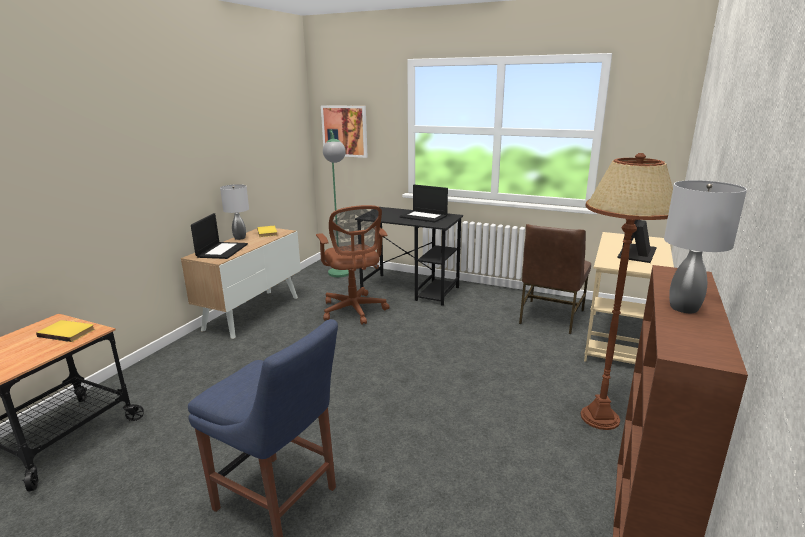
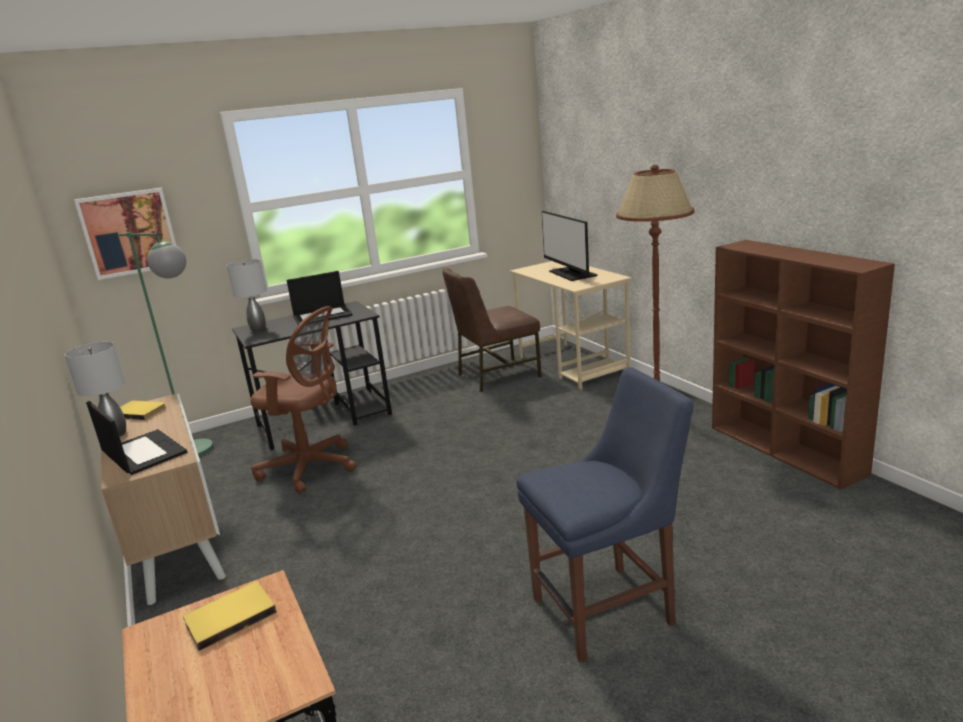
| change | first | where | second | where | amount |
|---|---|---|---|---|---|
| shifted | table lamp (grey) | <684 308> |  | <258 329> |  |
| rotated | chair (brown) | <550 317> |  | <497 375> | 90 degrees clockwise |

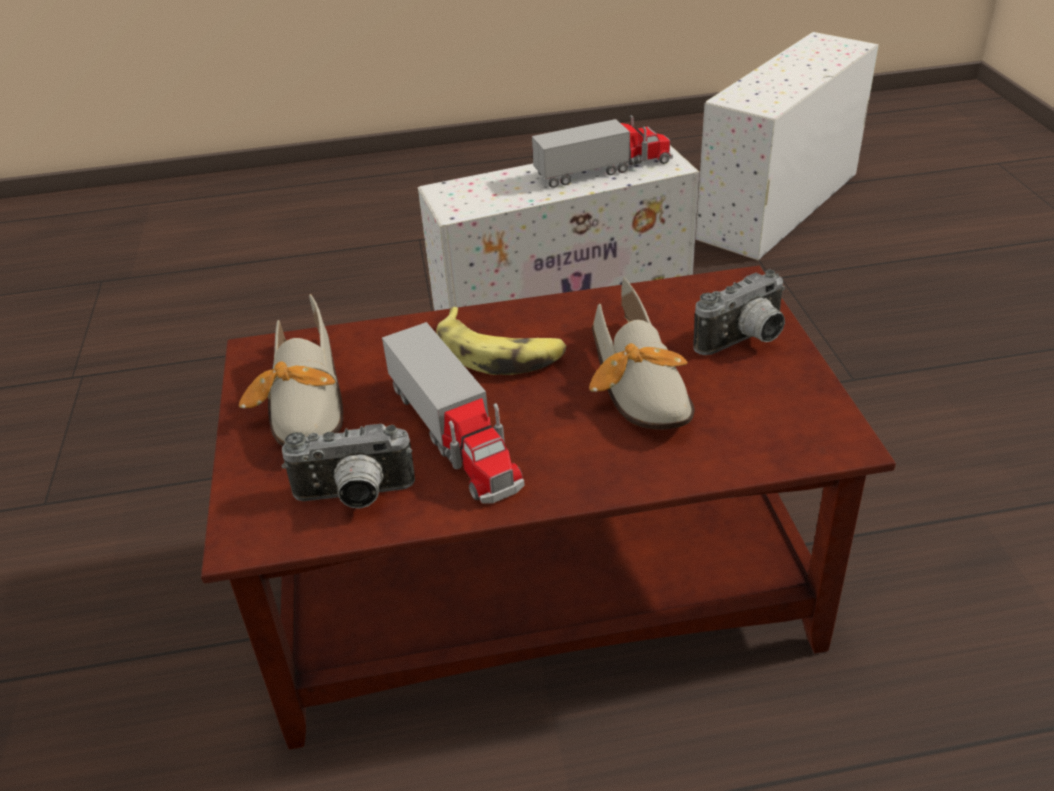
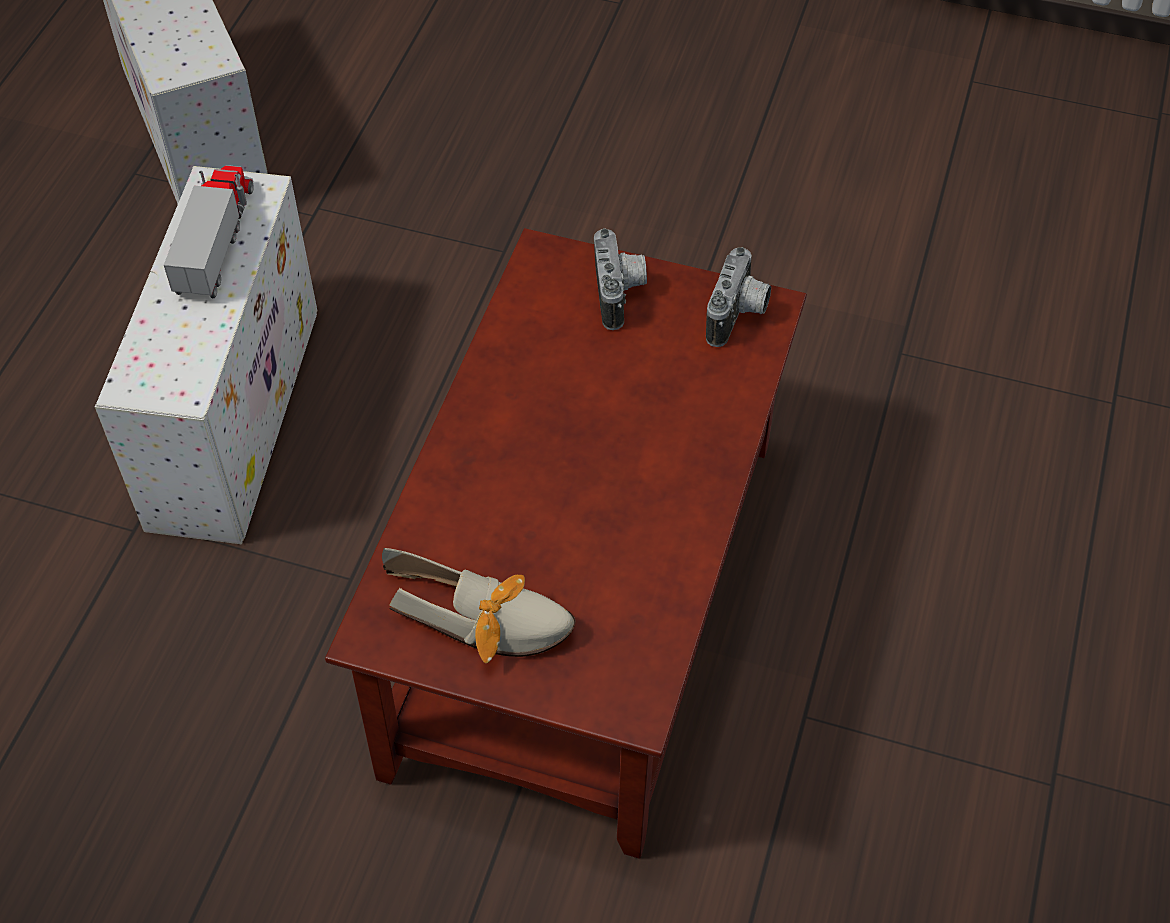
| change | first | where | second | where | amount |
|---|---|---|---|---|---|
| shifted | photo camera | <354 497> |  | <739 315> |  |
| gone | toy truck | <455 435> |  |  |  |
| gone | banana | <500 353> |  |  |  |
| gone | shoe | <641 387> |  |  |  |

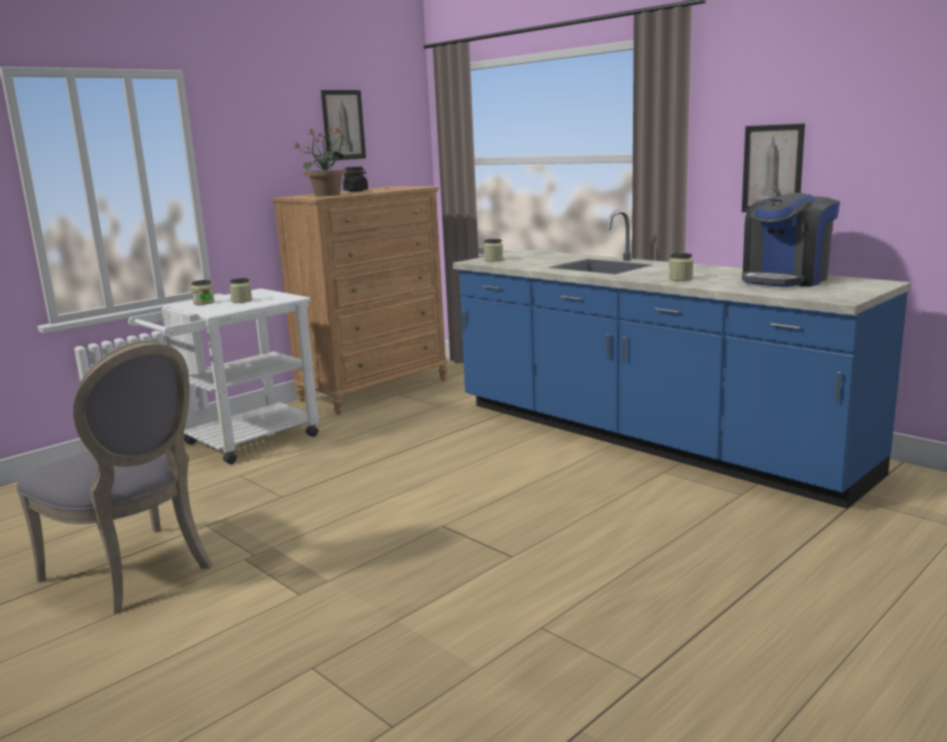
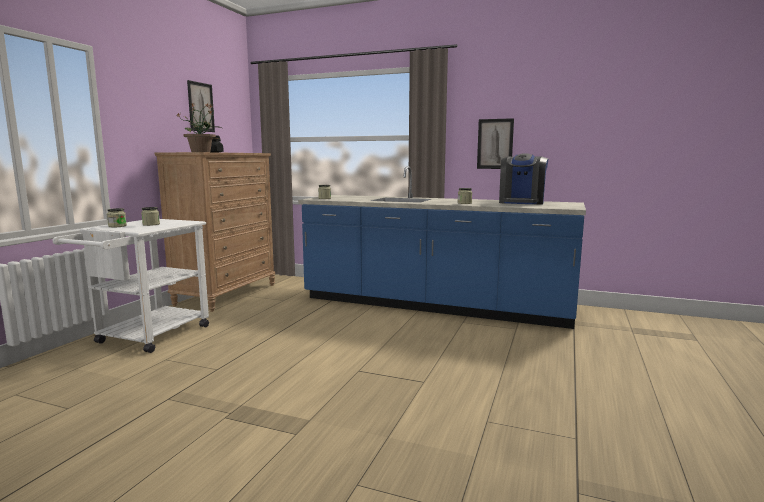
| change | first | where | second | where | amount |
|---|---|---|---|---|---|
| gone | chair (grey) | <136 572> |  |  |  |

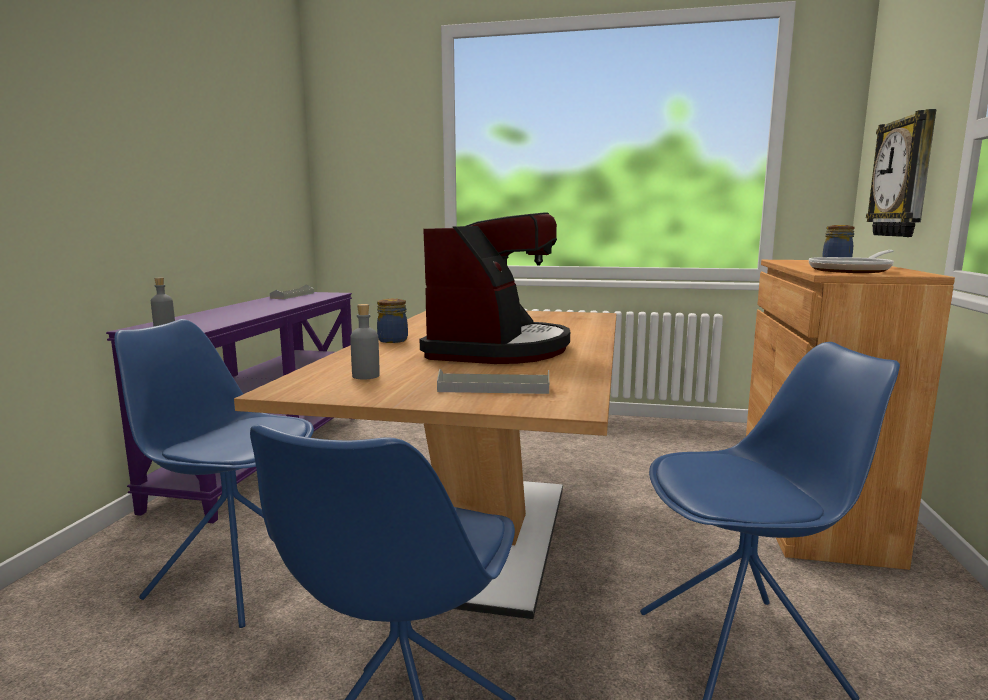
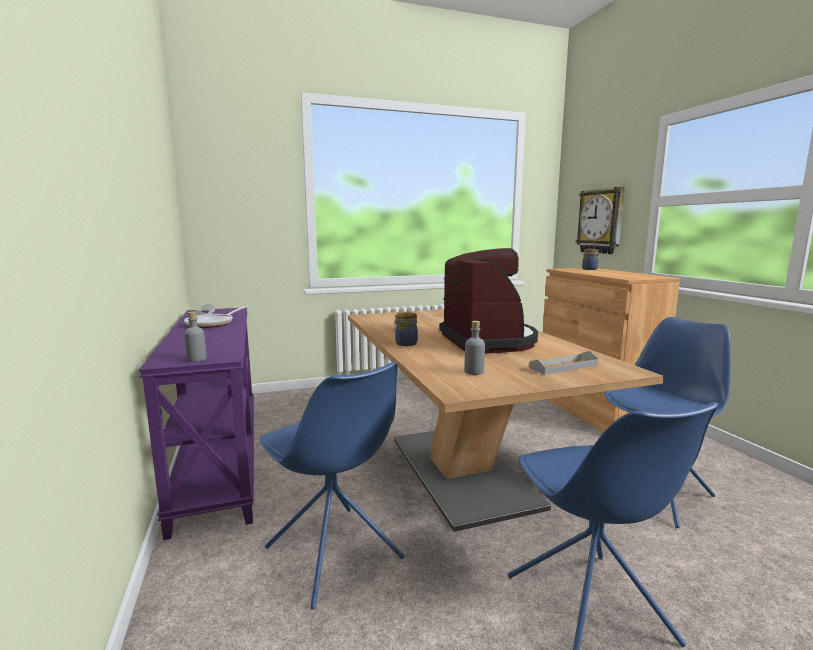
| change | first | where | second | where | amount |
|---|---|---|---|---|---|
| shifted | frying pan | <853 270> |  | <213 323> |  |
| rotated | chair (blue) | <236 577> |  | <334 555> | 120 degrees counterclockwise |

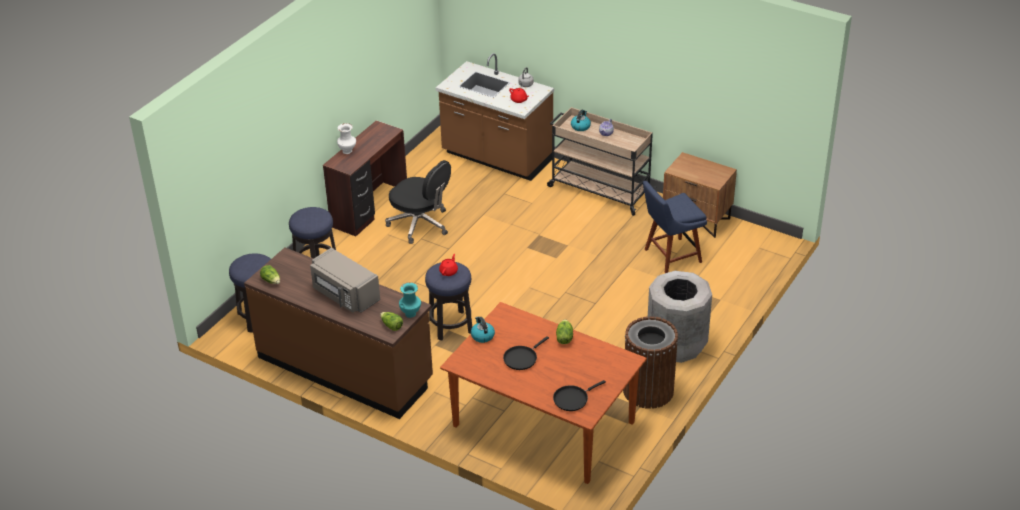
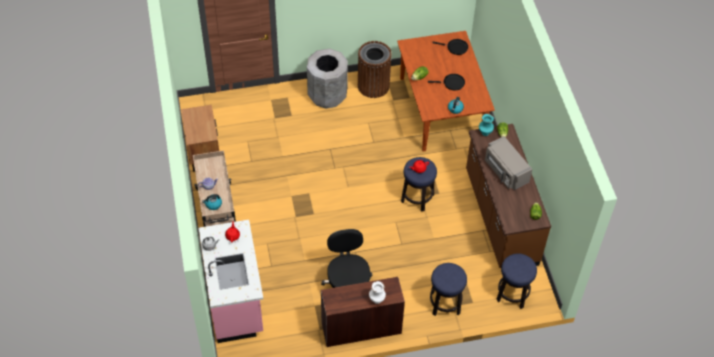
| change | first | where | second | where | amount |
|---|---|---|---|---|---|
| repainted | counter (brown) | <496 158> | counter (pink) | <235 300> |  |
| rotated | microwave (grey) | <345 295> |  | <505 171> | 150 degrees clockwise |
| gone | chair (blue) | <670 256> |  |  |  |

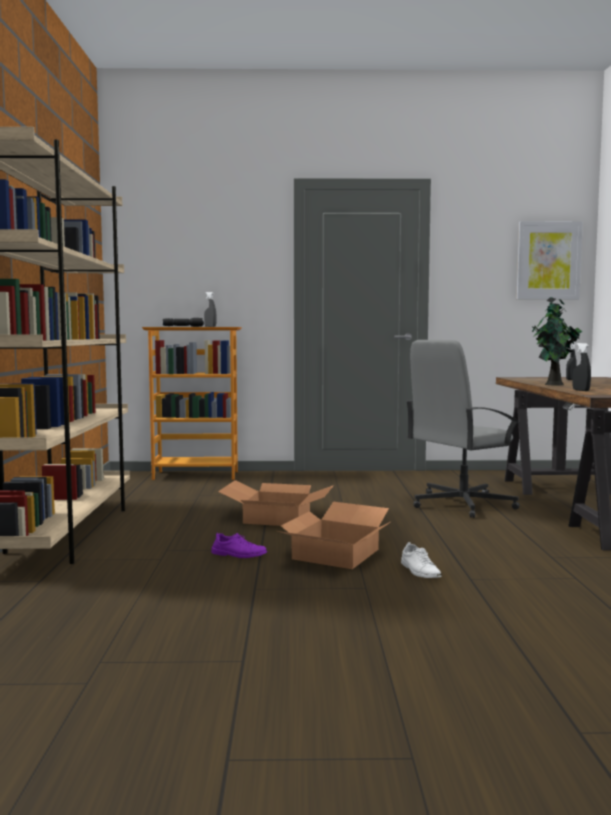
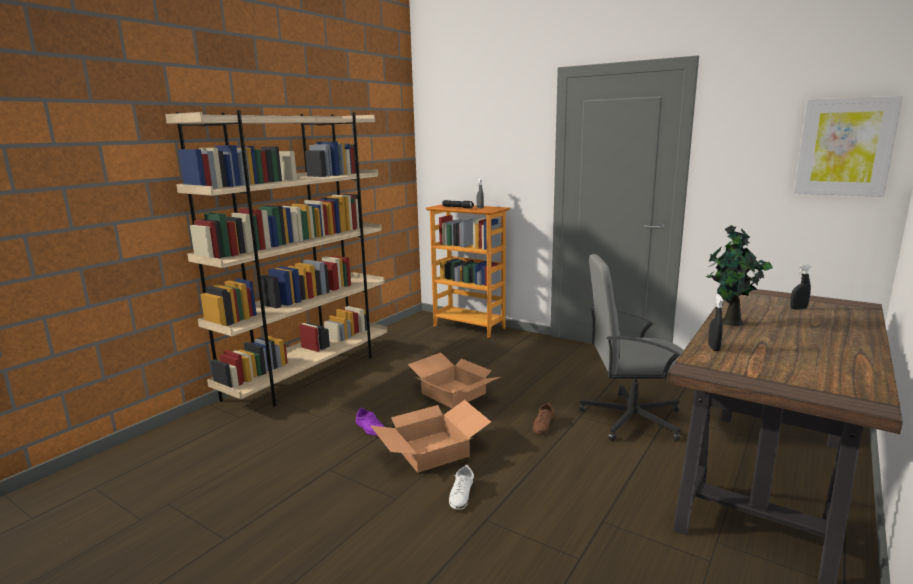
| change | first | where | second | where | amount |
|---|---|---|---|---|---|
| new |  |  | shoe (brown) | <543 425> |  |

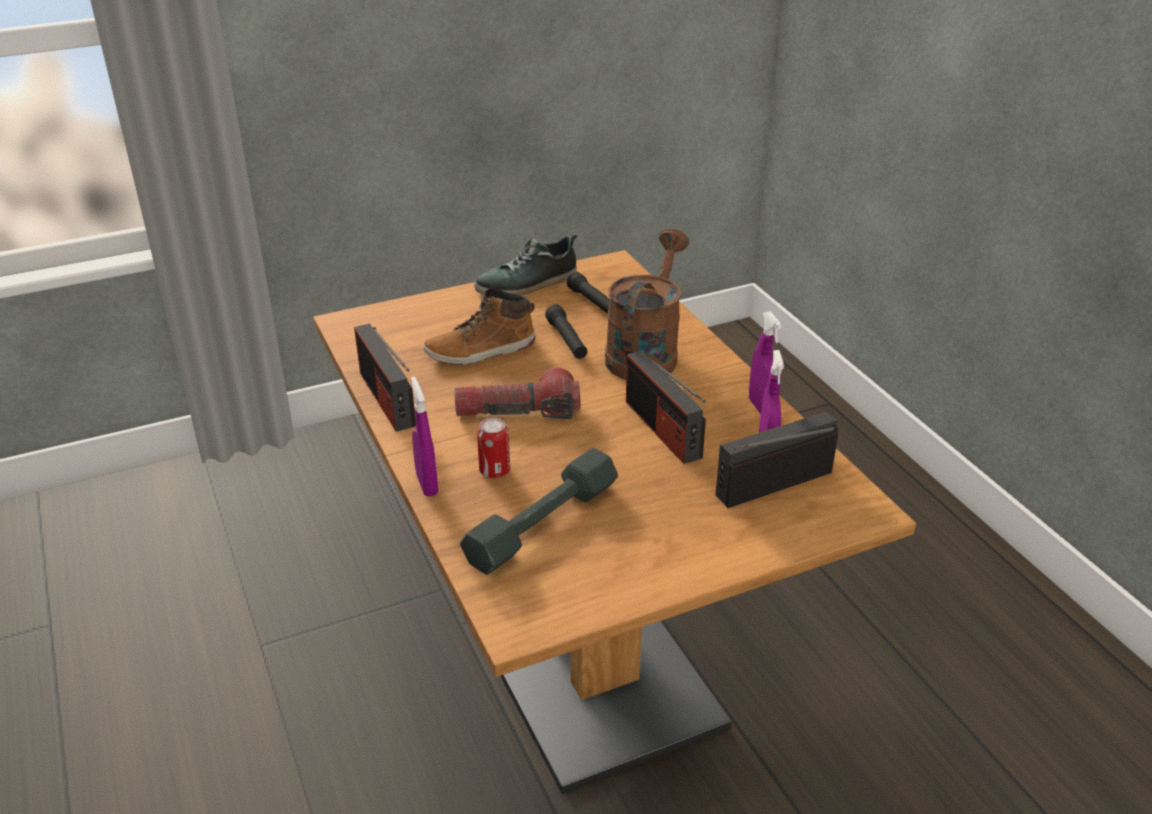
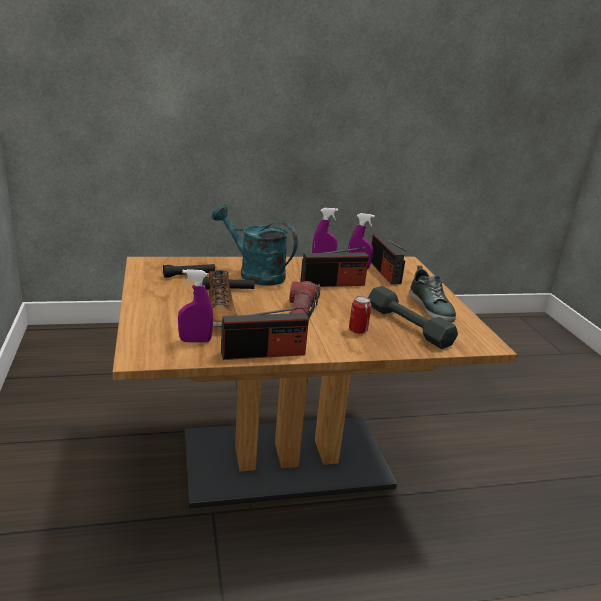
| change | first | where | second | where | amount |
|---|---|---|---|---|---|
| shifted | spray bottle (purple) | <427 484> |  | <195 341> |  |
| repainted | watering can (brown) | <645 352> | watering can (turquoise) | <255 273> |  |
| shifted | shoe | <527 283> |  | <431 307> |  |

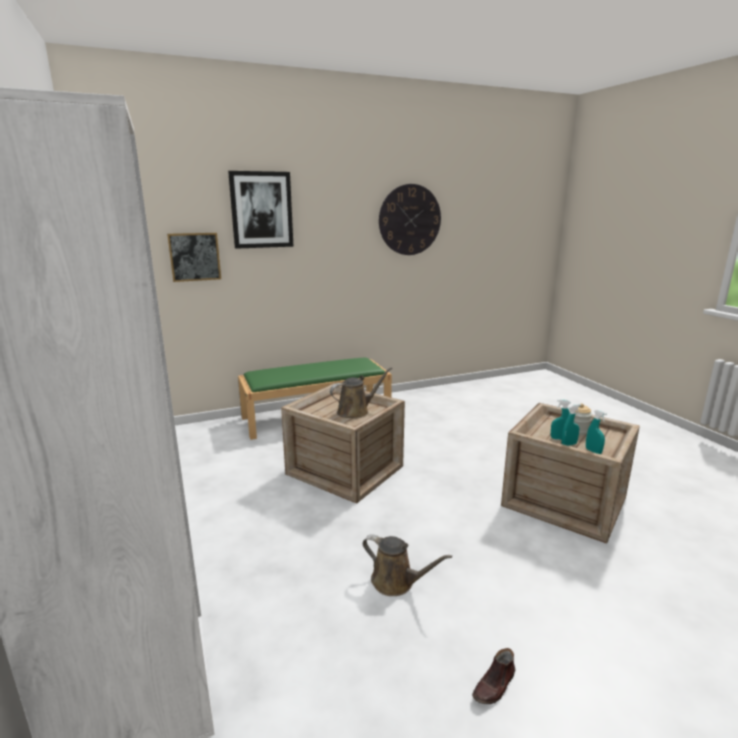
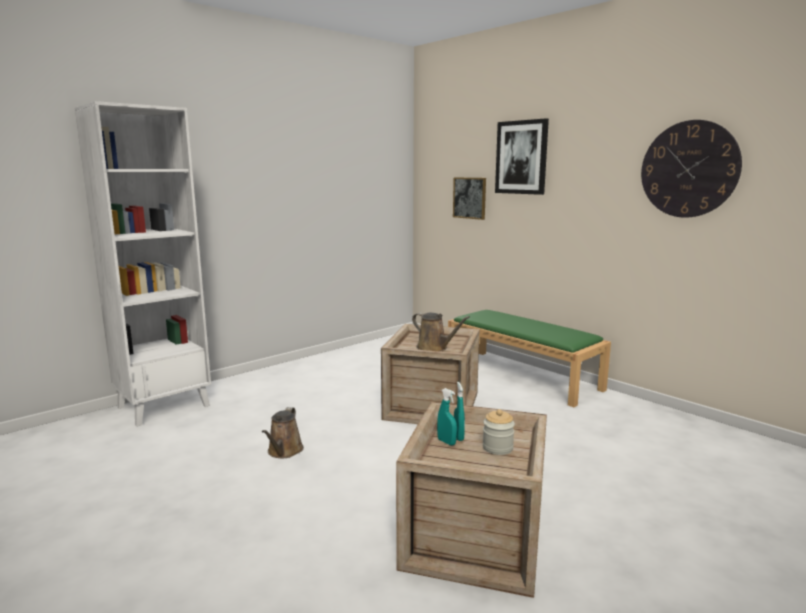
| change | first | where | second | where | amount |
|---|---|---|---|---|---|
| gone | shoe (brown) | <494 685> |  |  |  |
| gone | spray bottle (turquoise) | <593 451> |  |  |  |

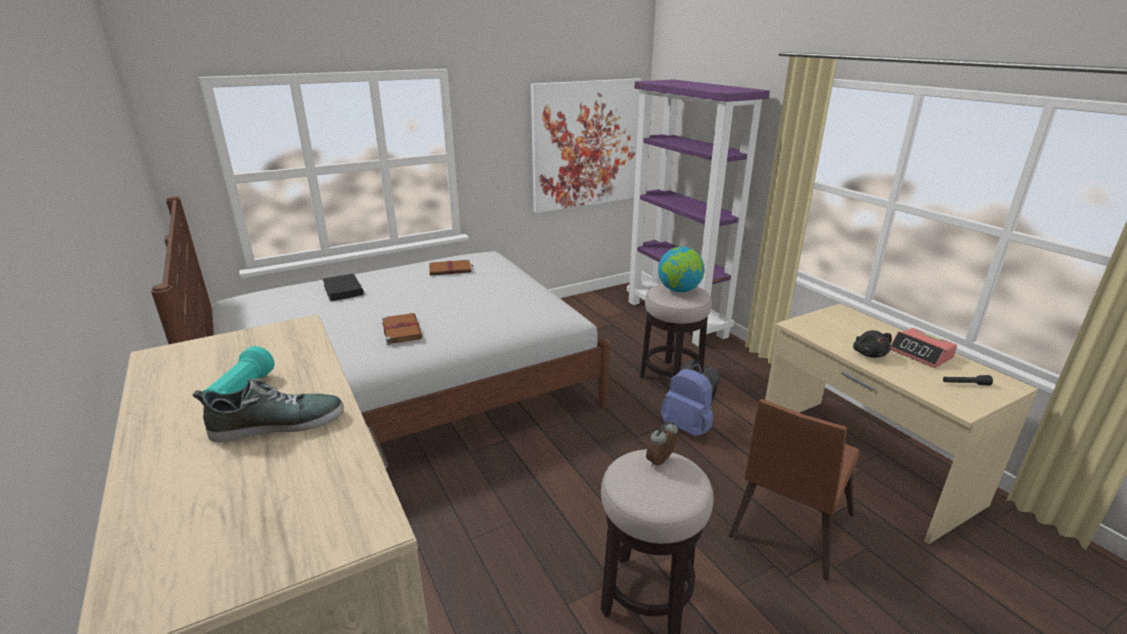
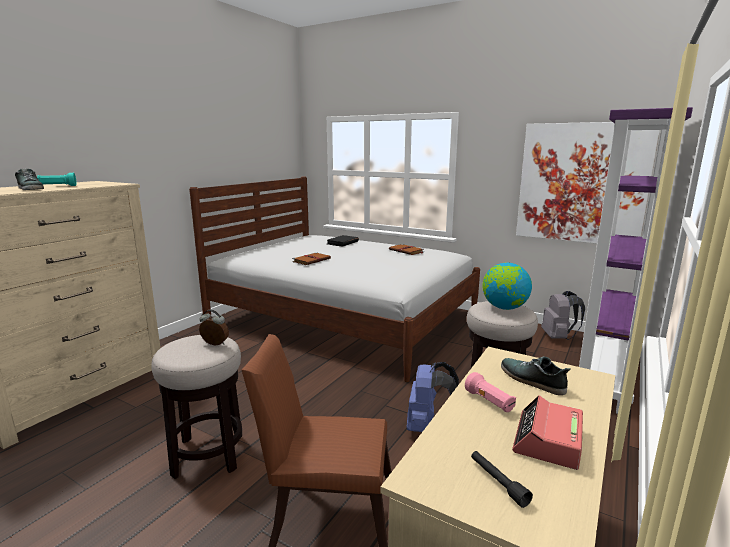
| change | first | where | second | where | amount |
|---|---|---|---|---|---|
| swapped | plush toy (black) | <869 354> | flashlight (pink) | <489 402> |  |
| new |  |  | shoe | <531 380> |  |
| new |  |  | backpack (grey) | <558 337> |  |

